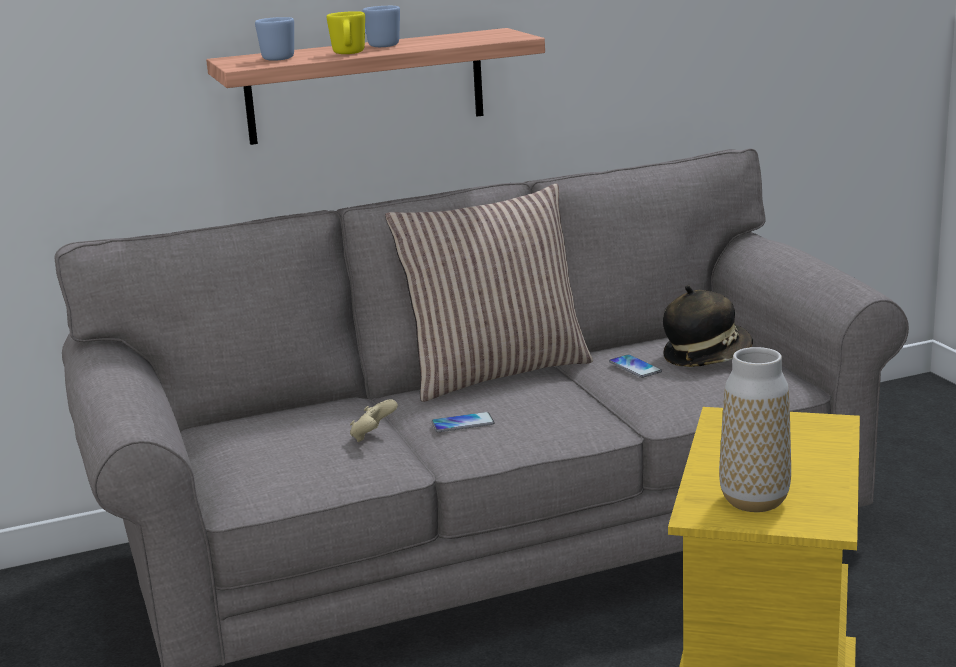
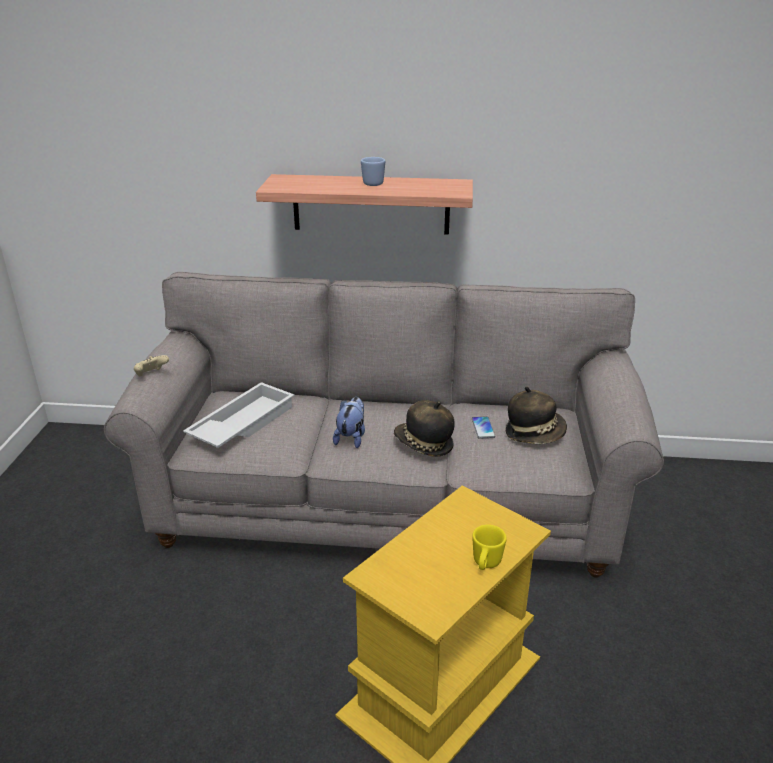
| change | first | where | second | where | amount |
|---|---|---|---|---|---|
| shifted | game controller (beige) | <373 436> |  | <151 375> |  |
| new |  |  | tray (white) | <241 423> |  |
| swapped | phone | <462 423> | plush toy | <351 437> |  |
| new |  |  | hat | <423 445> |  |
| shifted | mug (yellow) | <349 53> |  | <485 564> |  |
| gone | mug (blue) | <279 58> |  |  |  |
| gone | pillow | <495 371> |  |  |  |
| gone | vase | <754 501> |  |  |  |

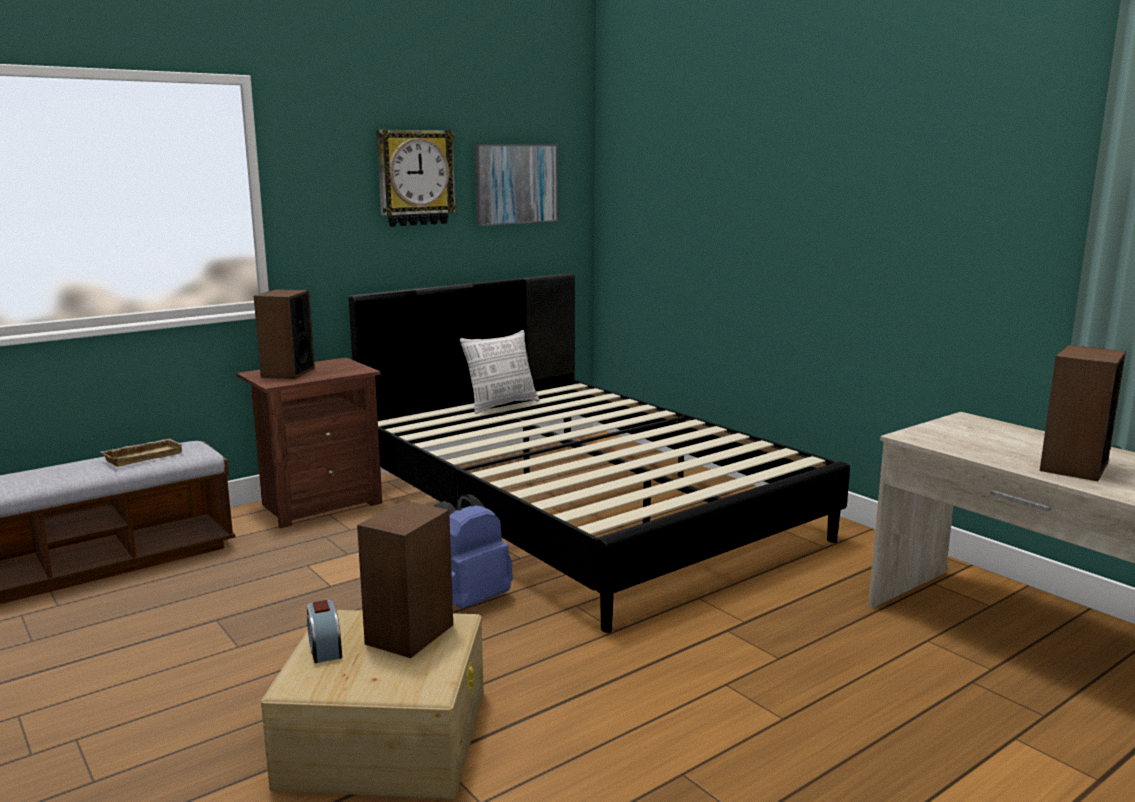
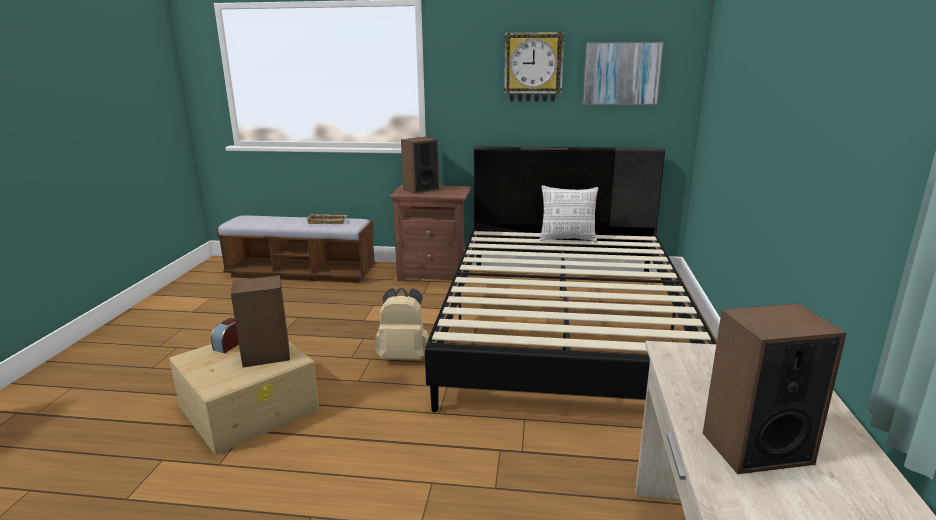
| change | first | where | second | where | amount |
|---|---|---|---|---|---|
| repainted | backpack (blue) | <469 600> | backpack (beige) | <404 356> |  |

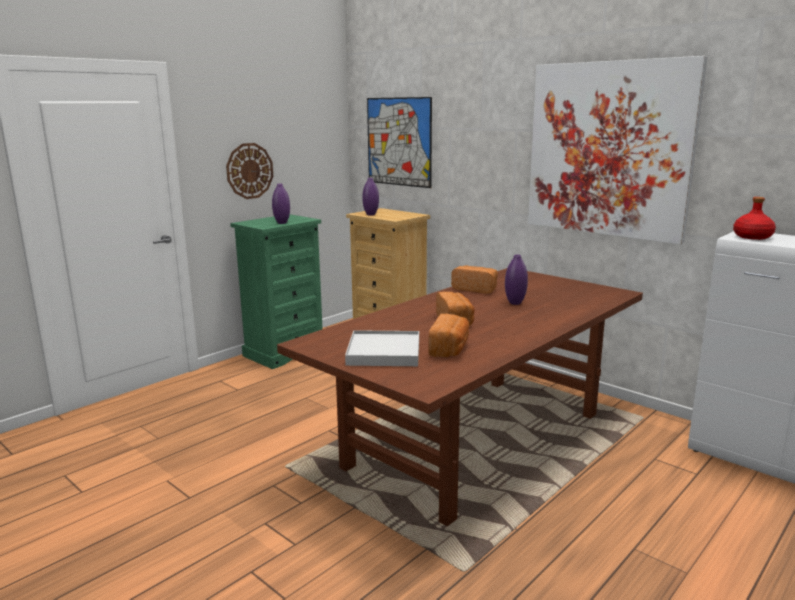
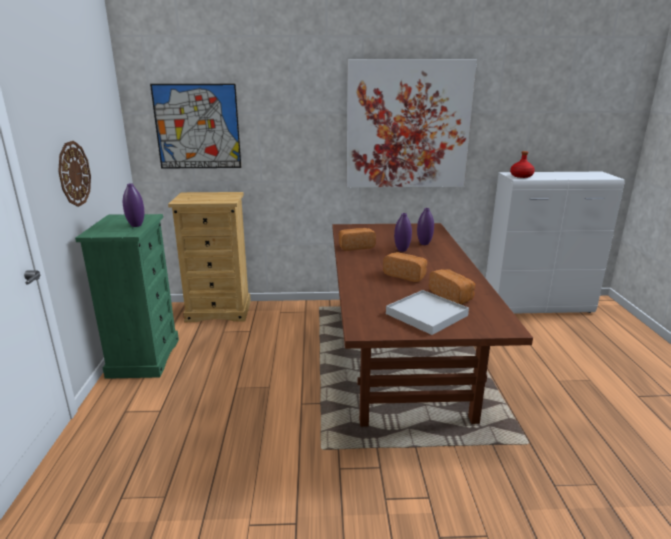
| change | first | where | second | where | amount |
|---|---|---|---|---|---|
| shifted | vase (purple) | <371 214> |  | <424 243> |  |

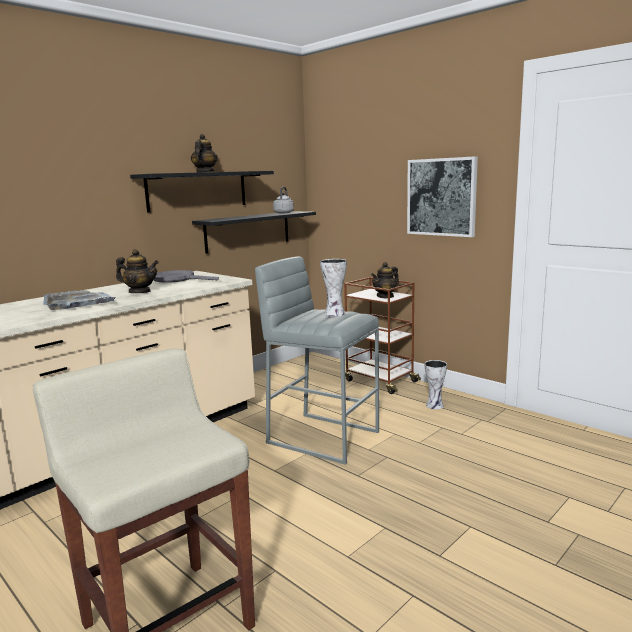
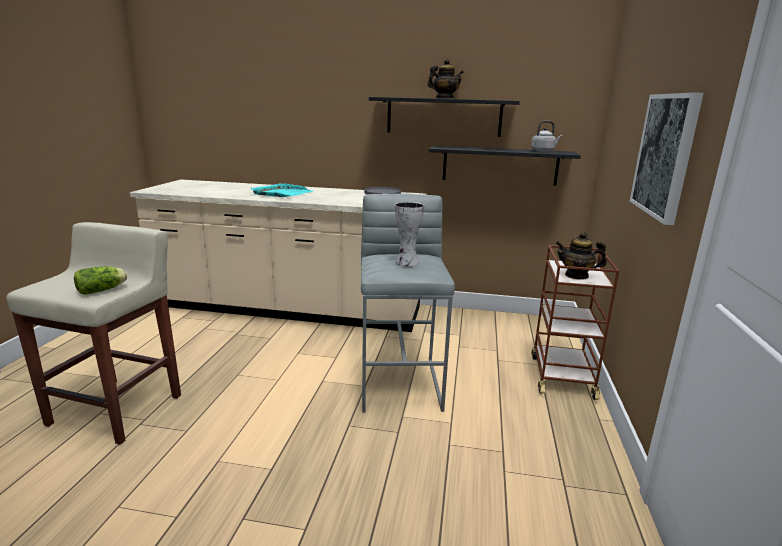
| change | first | where | second | where | amount |
|---|---|---|---|---|---|
| new |  |  | lettuce | <103 290> |  |
| repainted | tray (grey) | <78 302> | tray (turquoise) | <282 193> |  |
| gone | teapot | <140 292> |  |  |  |
| gone | vase | <435 405> |  |  |  |

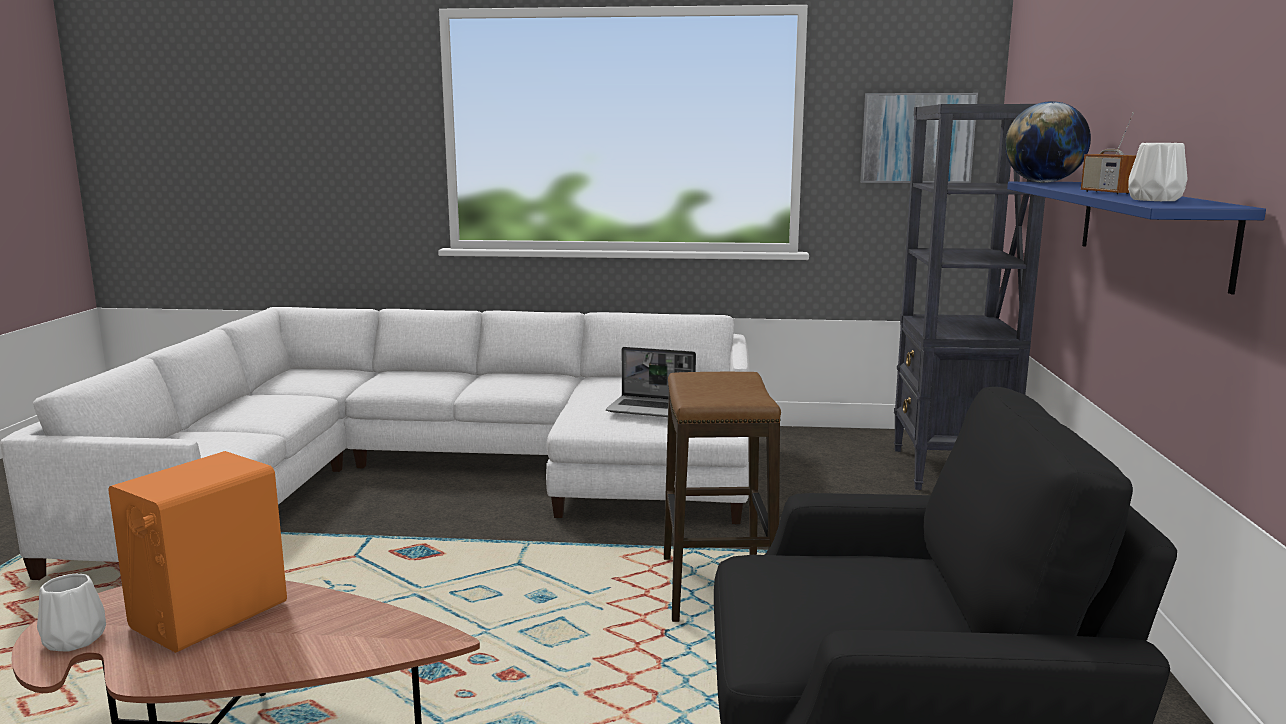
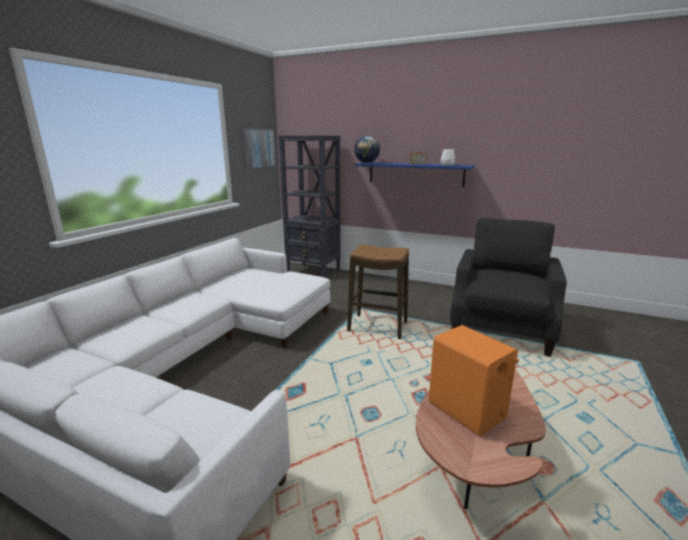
| change | first | where | second | where | amount |
|---|---|---|---|---|---|
| gone | vase (white) | <73 641> |  |  |  |
| gone | laptop | <652 409> |  |  |  |

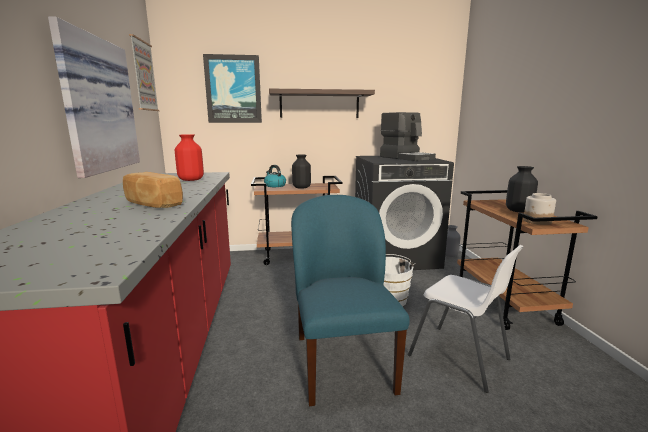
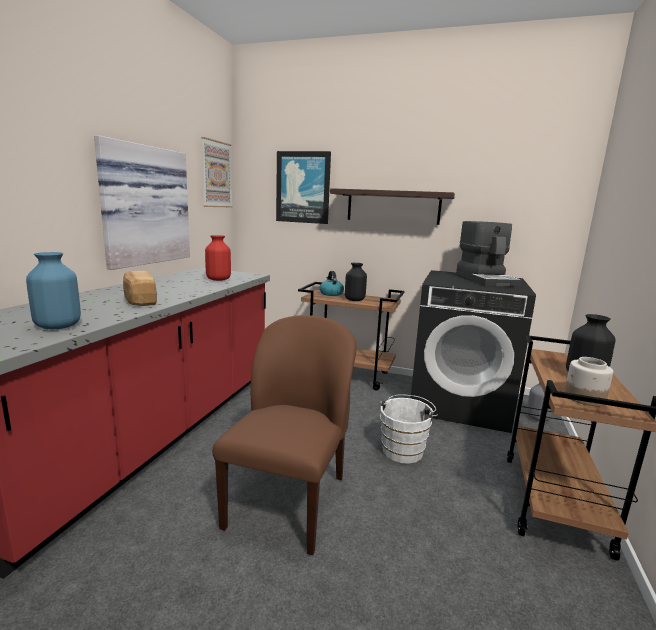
| change | first | where | second | where | amount |
|---|---|---|---|---|---|
| new |  |  | vase (blue) | <59 326> |  |
| repainted | chair (blue) | <342 362> | chair (brown) | <288 499> |  |
| gone | chair (white) | <459 358> |  |  |  |

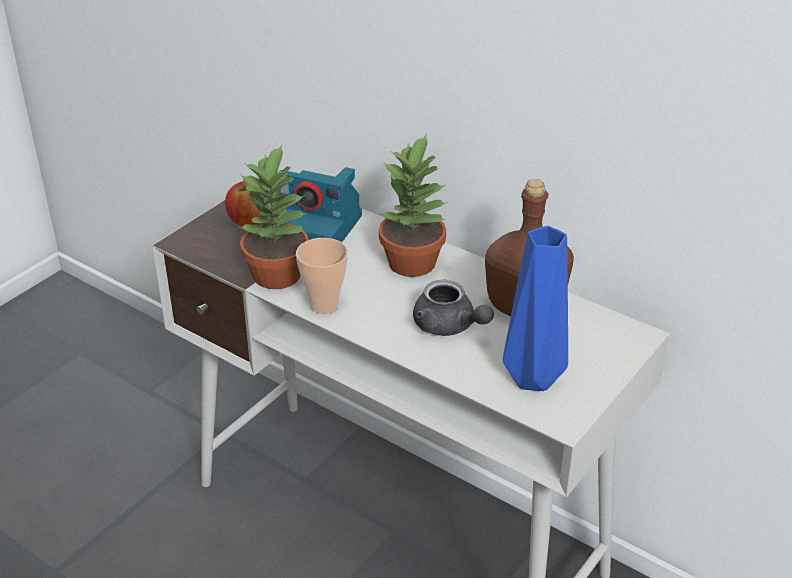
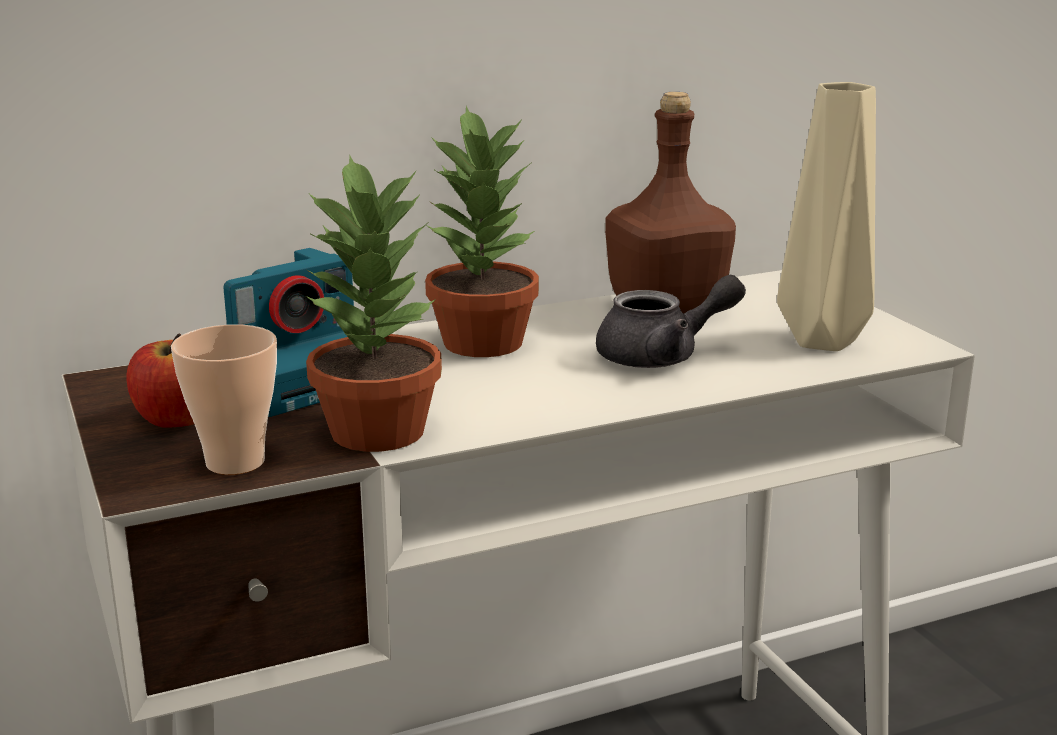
| change | first | where | second | where | amount |
|---|---|---|---|---|---|
| shifted | cup | <324 305> |  | <235 462> |  |
| repainted | vase (blue) | <530 379> | vase (beige) | <822 342> |  |

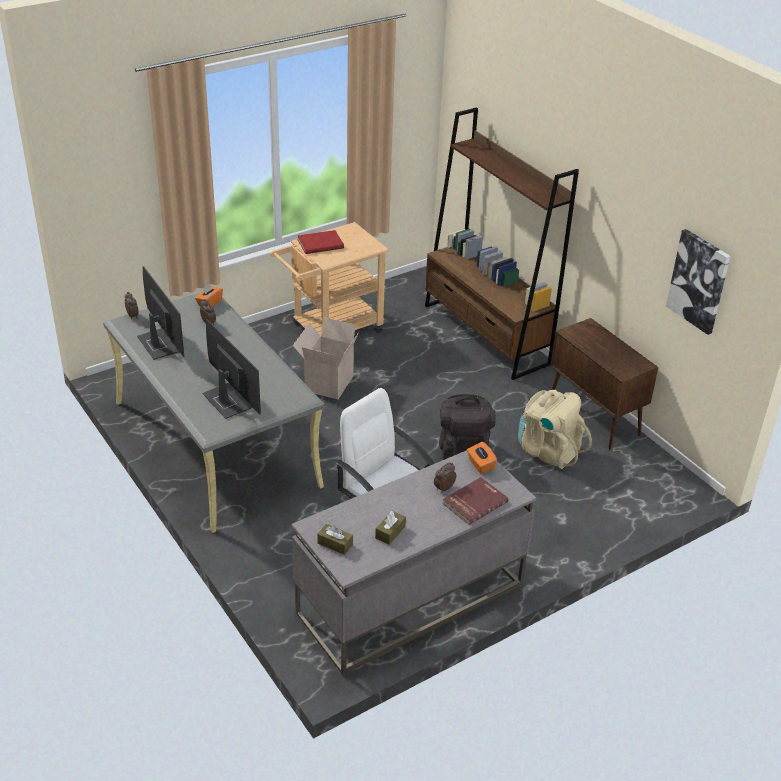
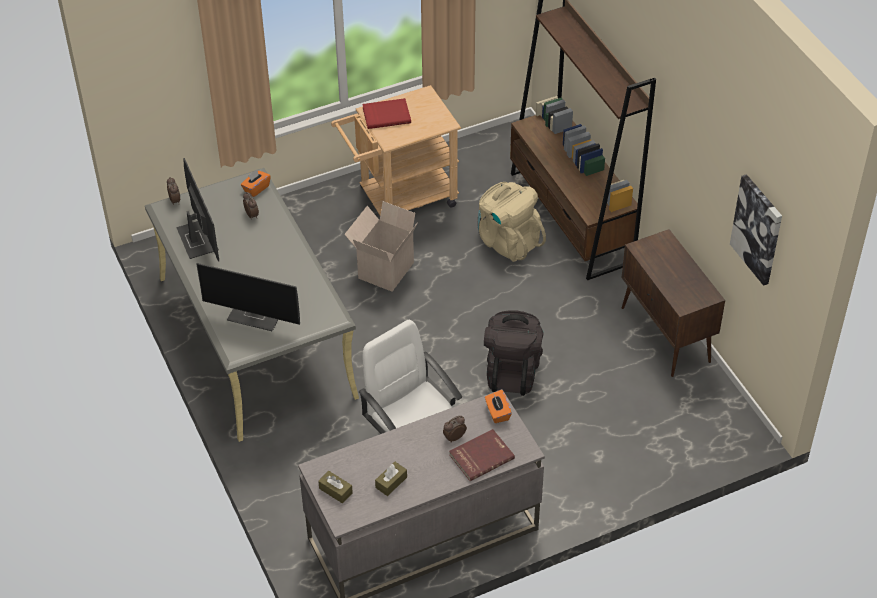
| change | first | where | second | where | amount |
|---|---|---|---|---|---|
| rotated | monitor | <226 401> |  | <256 315> | 135 degrees clockwise |
| shifted | backpack (beige) | <548 450> |  | <508 241> |  |

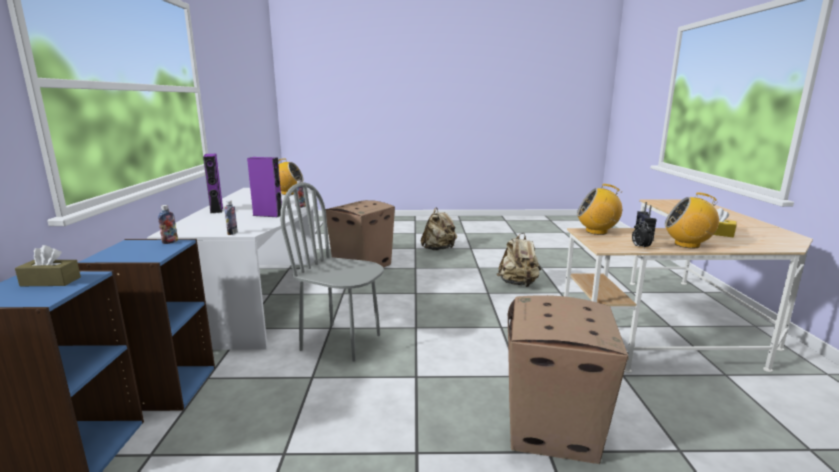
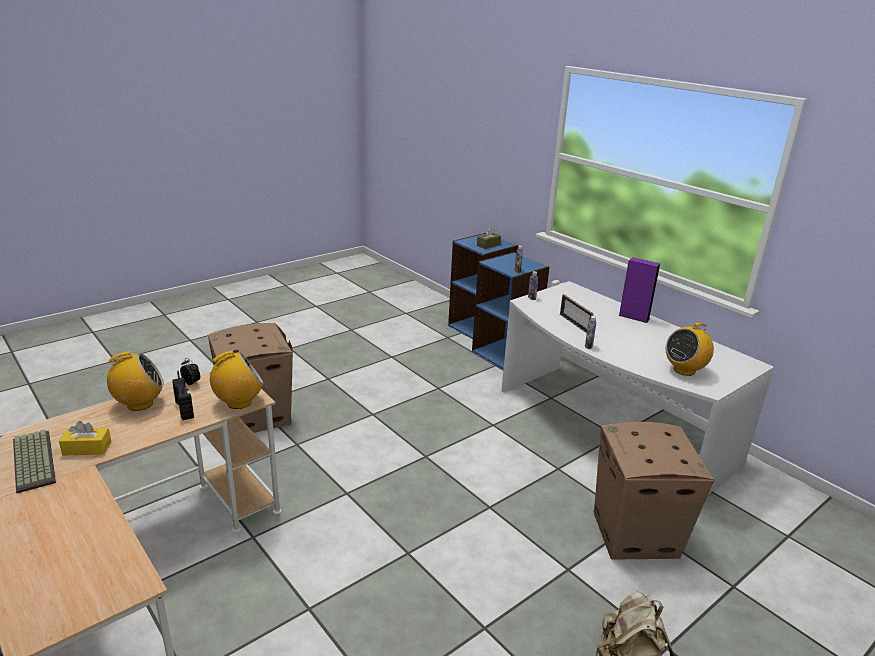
| change | first | where | second | where | amount |
|---|---|---|---|---|---|
| new |  |  | keyboard | <32 461> |  |
| swapped | speaker (purple) | <268 215> | picture frame | <574 324> |  |
| gone | chair (grey) | <341 342> |  |  |  |
| gone | backpack (beige) | <518 284> |  |  |  |

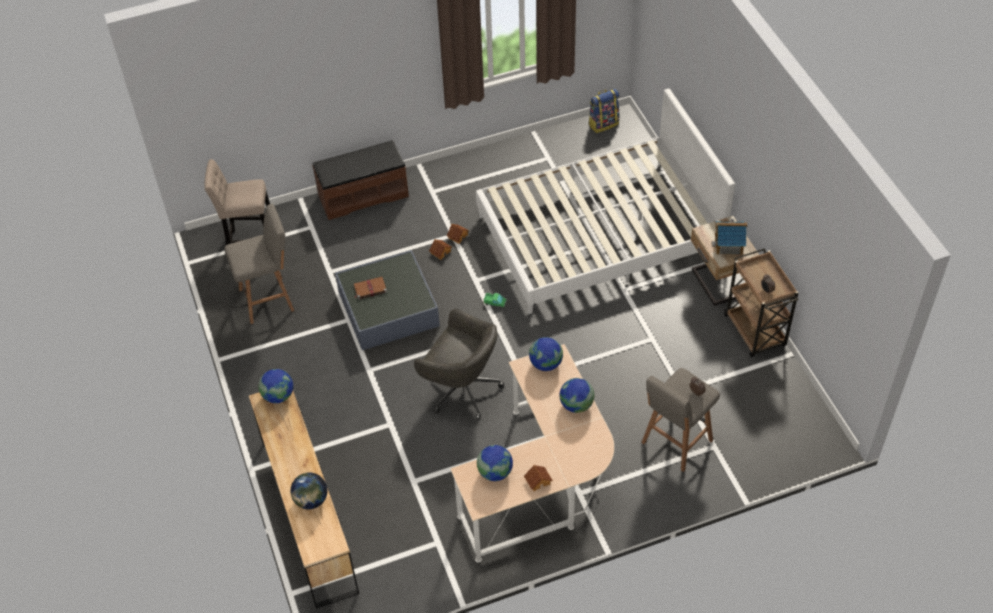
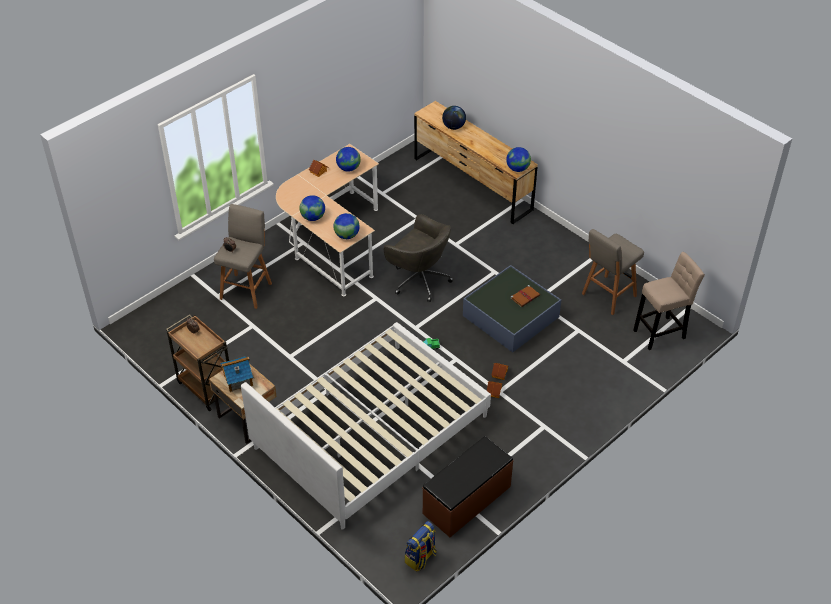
| change | first | where | second | where | amount |
|---|---|---|---|---|---|
| rotated | office chair (grey) | <461 388> |  | <419 280> | 150 degrees counterclockwise |
| shifted | bench (brown) | <363 195> |  | <467 500> |  |

